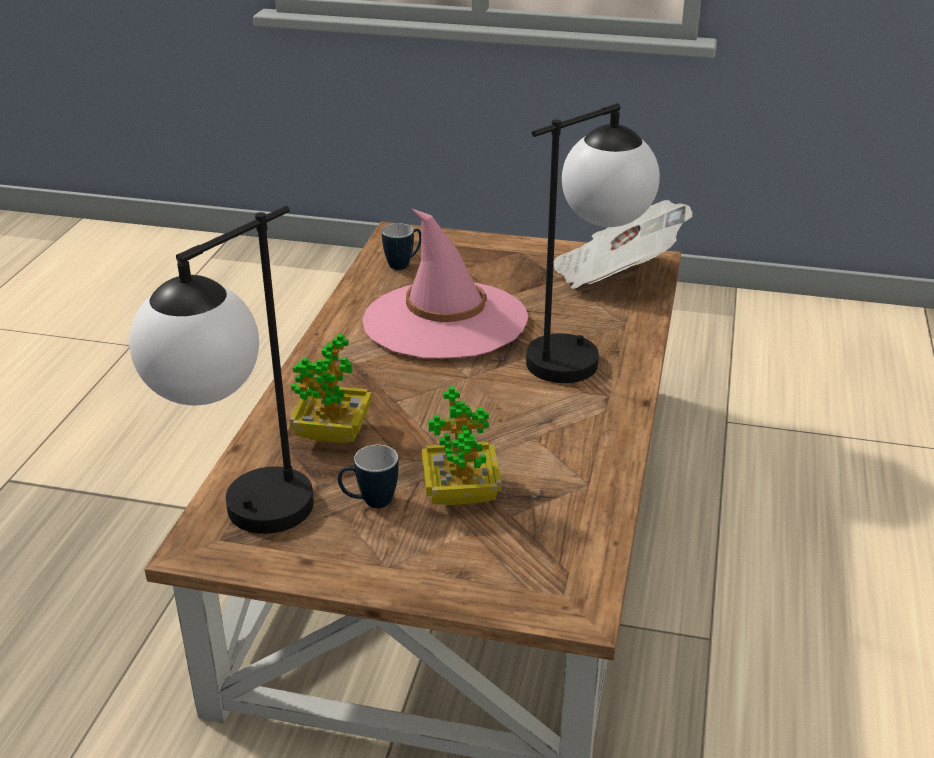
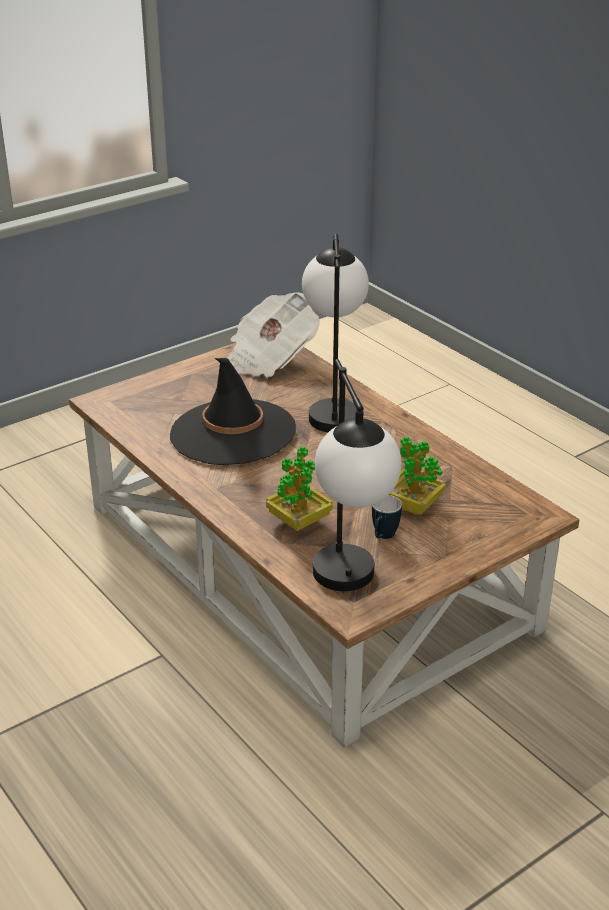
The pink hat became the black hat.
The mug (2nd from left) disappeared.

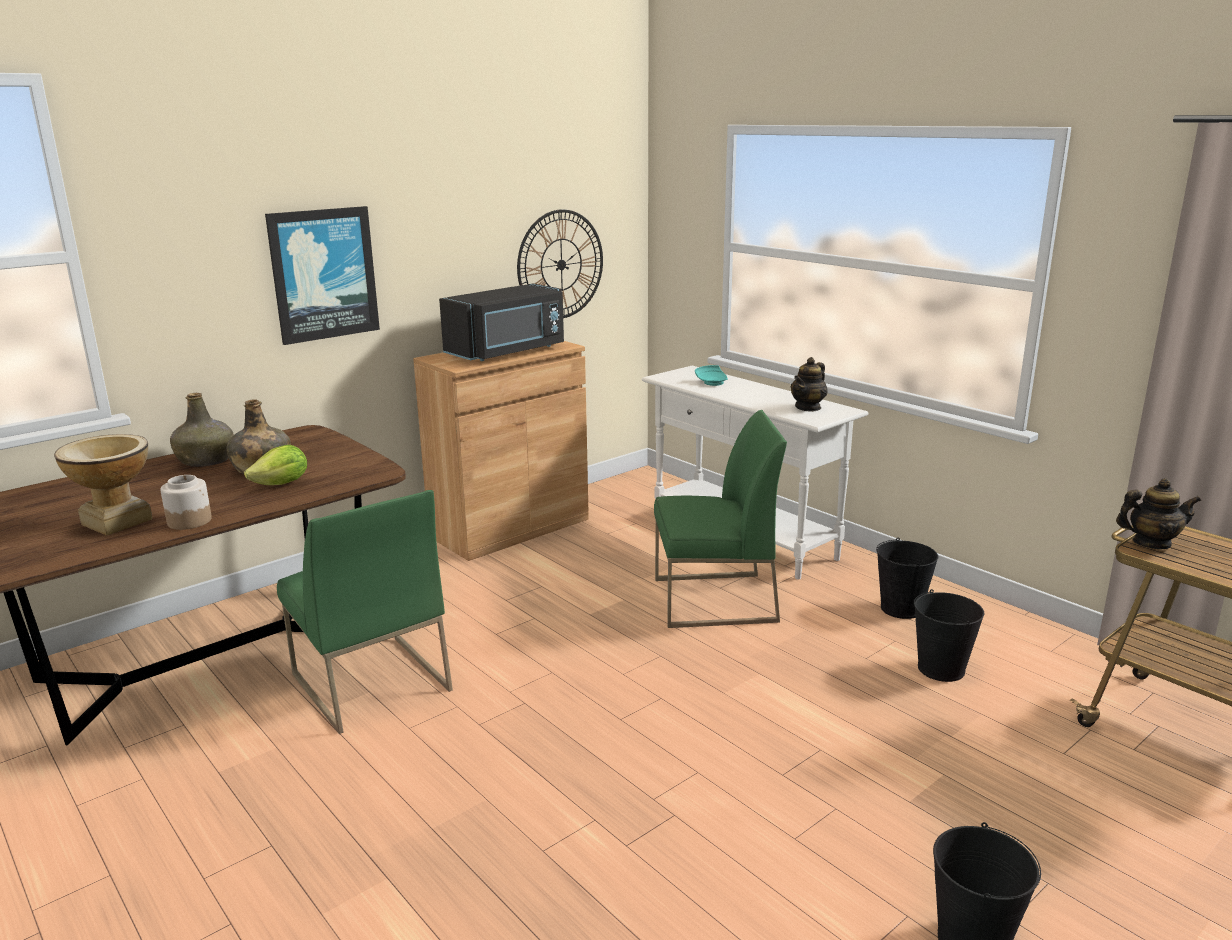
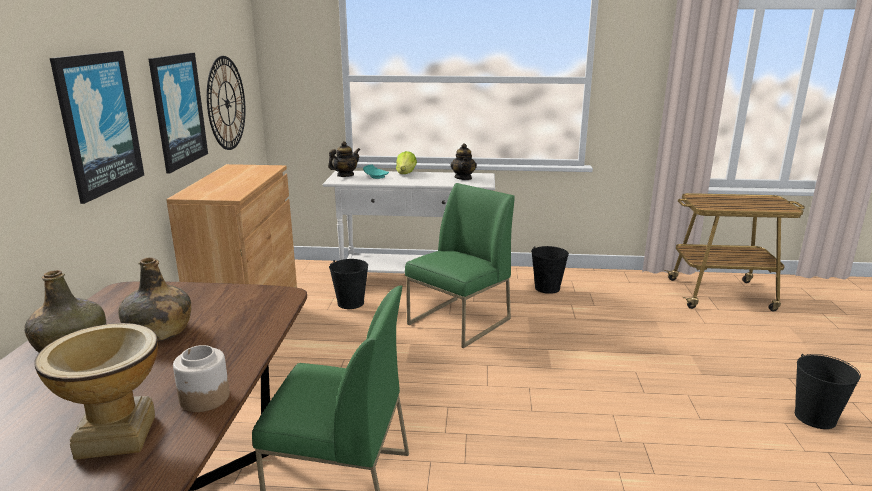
The lettuce moved.
The black microwave disappeared.
The black bucket (2nd from left in the first image) moved.
The teapot (2nd from left in the first image) moved.
The picture (2nd from left) appeared.

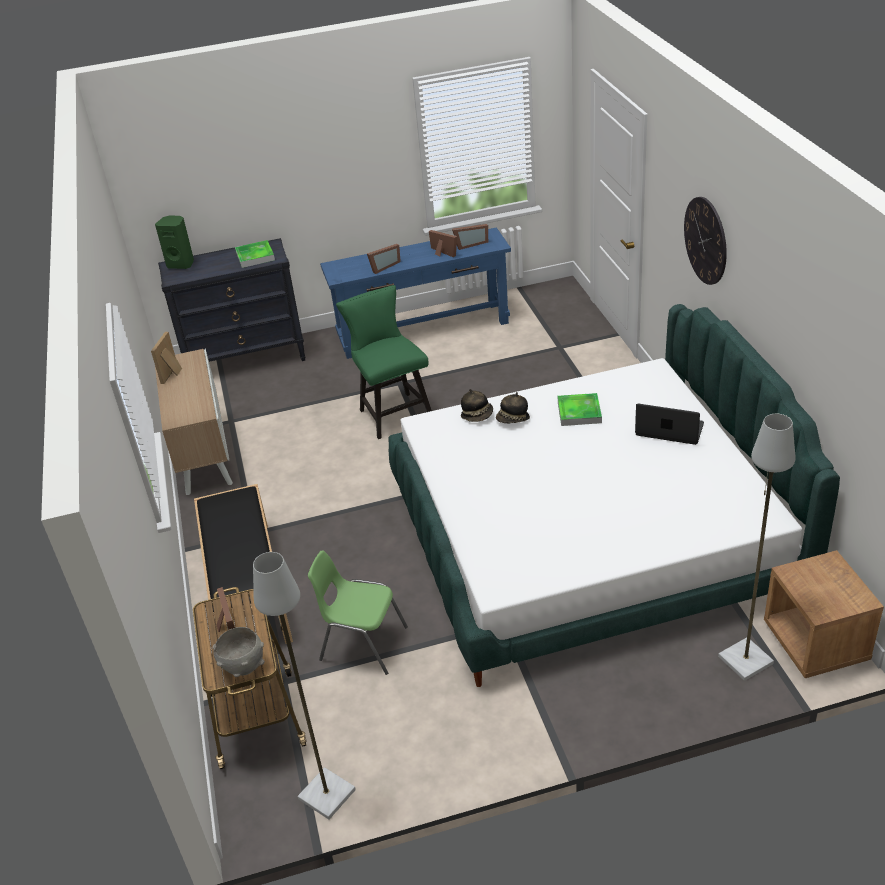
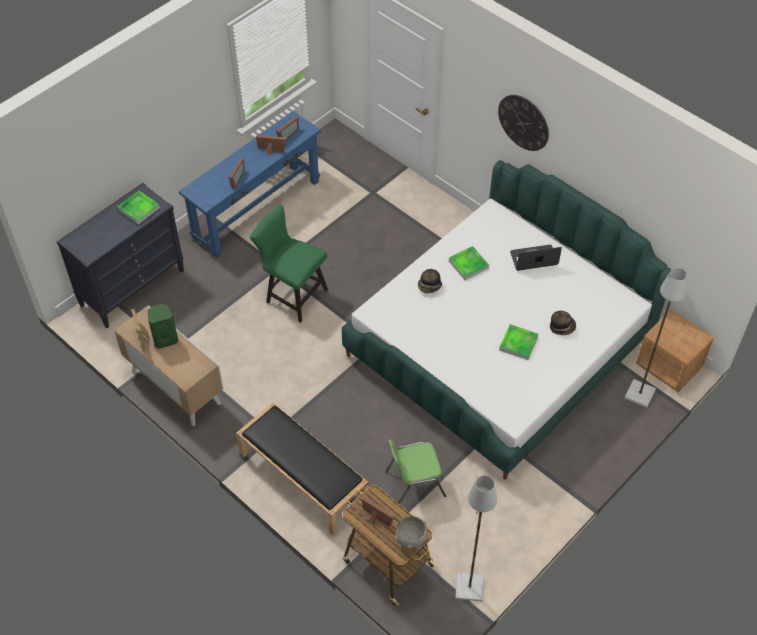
The green speaker moved.
The hat (1st from left in the first image) moved.
The tray (3rd from left) appeared.

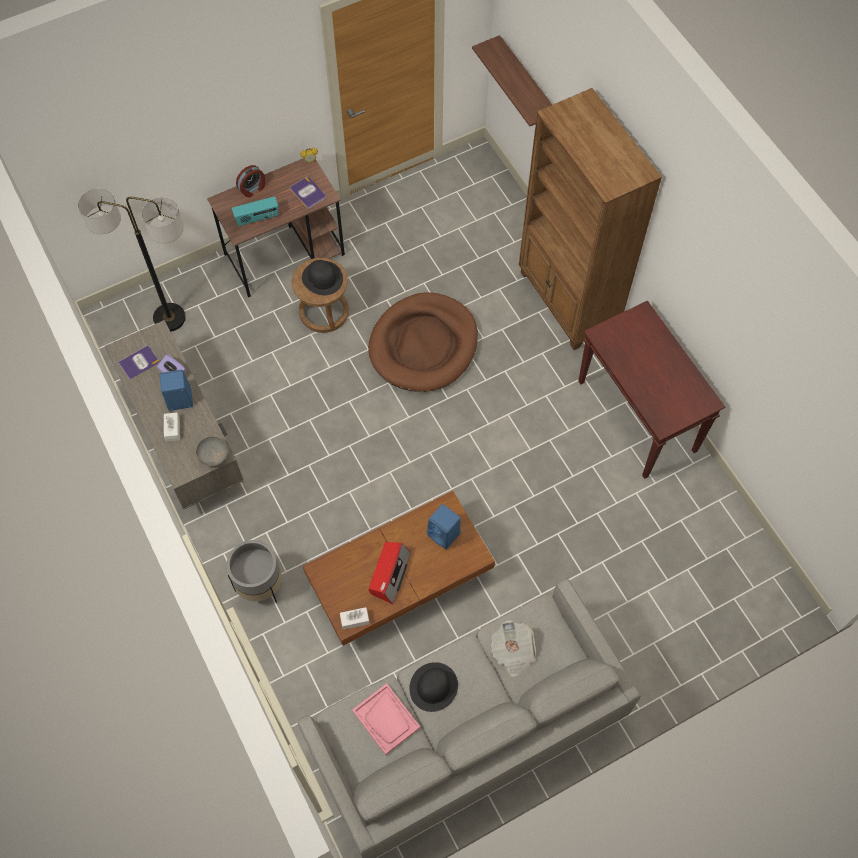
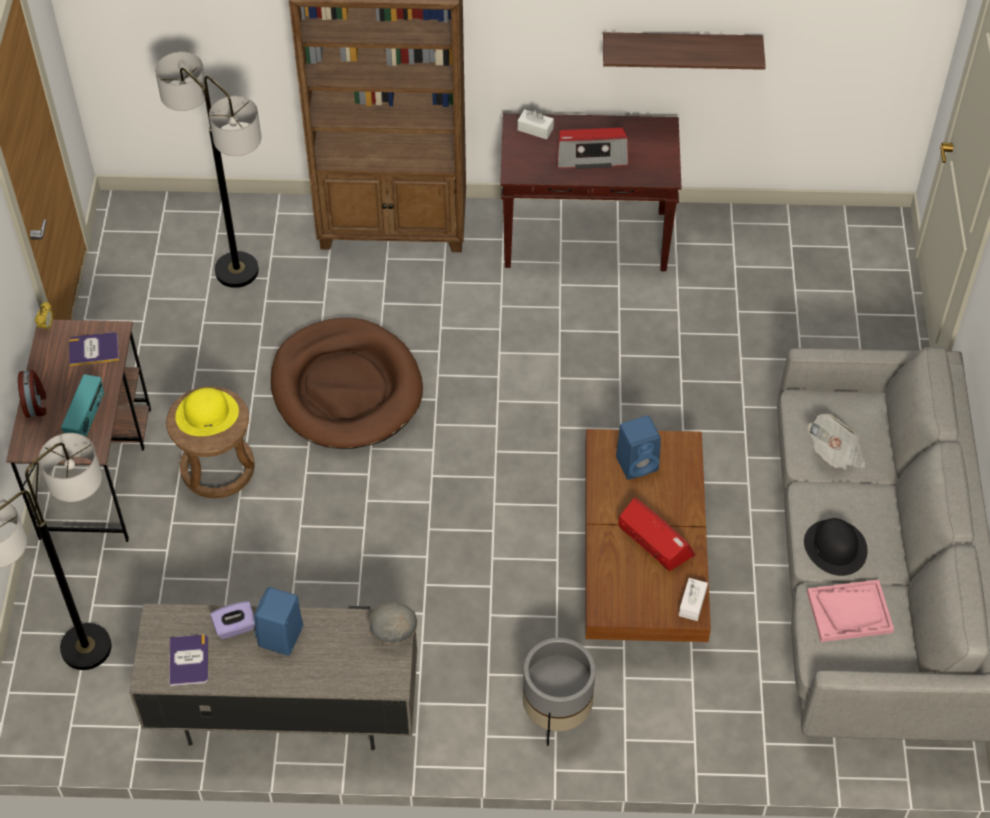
The white tissue box (1st from left) moved.
The black hat (1st from left) became the yellow hat.
The shelf moved.
The floor lamp (2nd from left) appeared.
The radio (2nd from left) appeared.

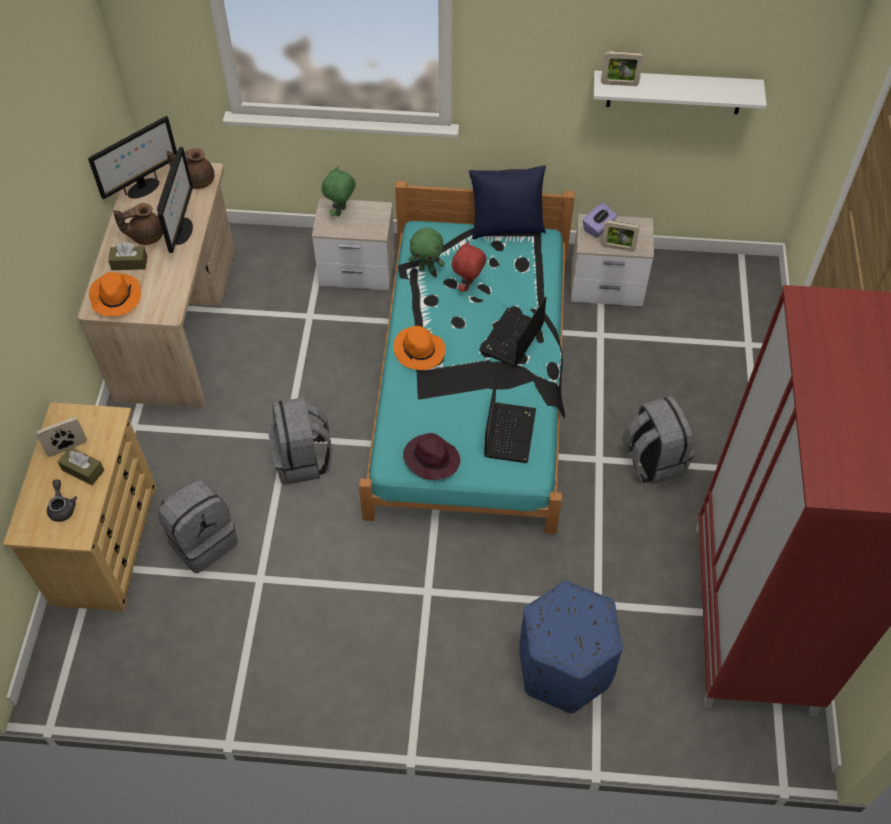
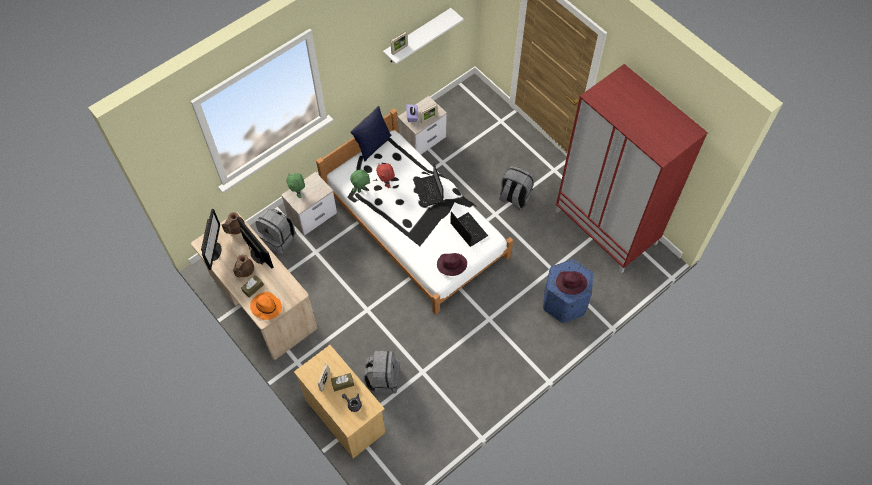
The grey backpack (2nd from left in the first image) moved.
The turquoise bed became the white bed.
The orange hat (2nd from left) disappeared.
The purple hat (2nd from left) appeared.

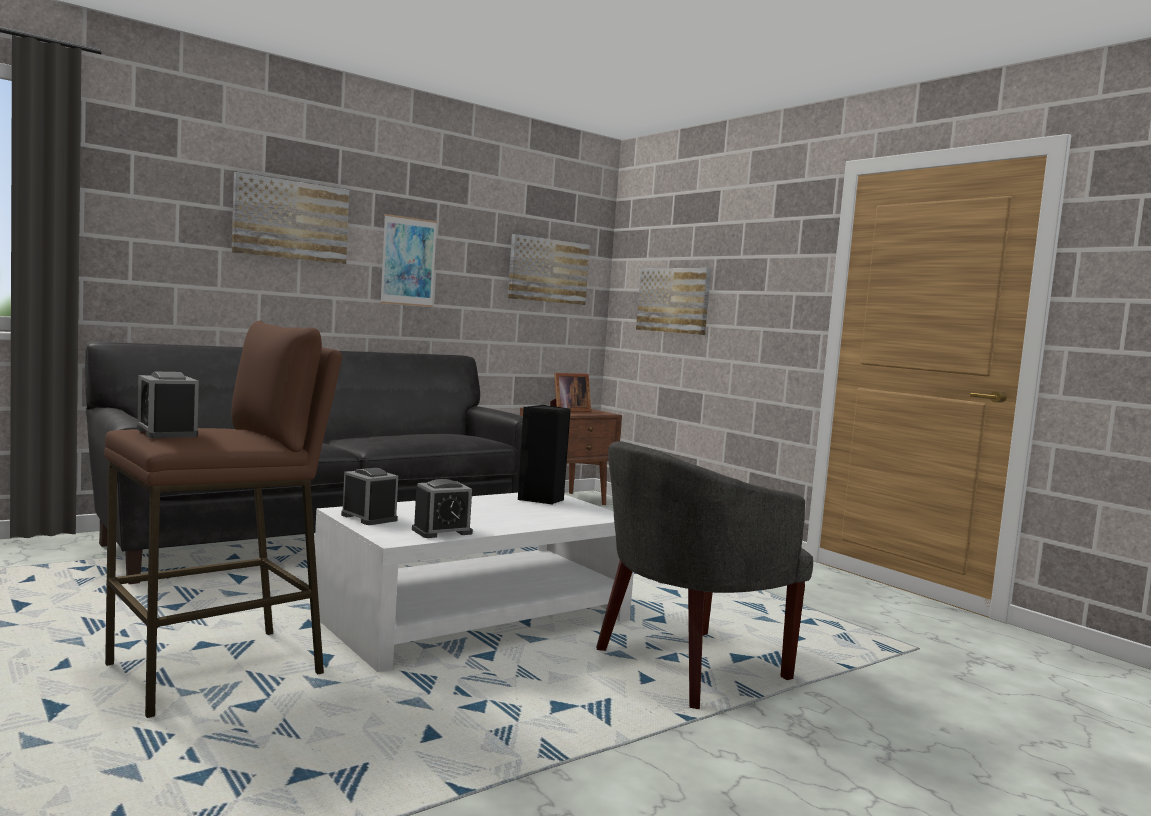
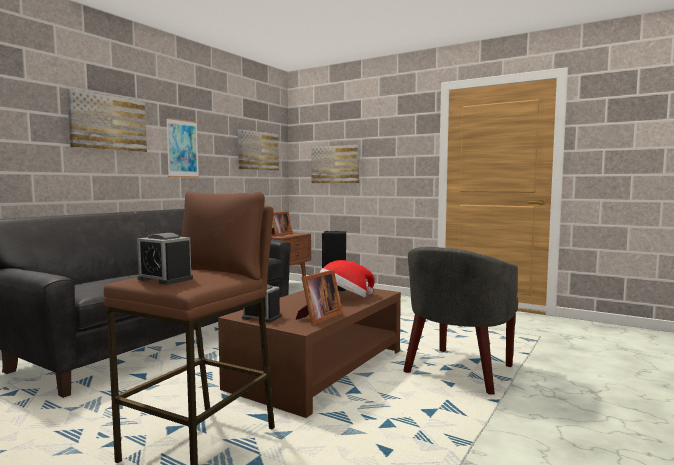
The white coffee table became the brown coffee table.
The alarm clock (3rd from left) was replaced by the picture frame (2nd from left).
The hat appeared.

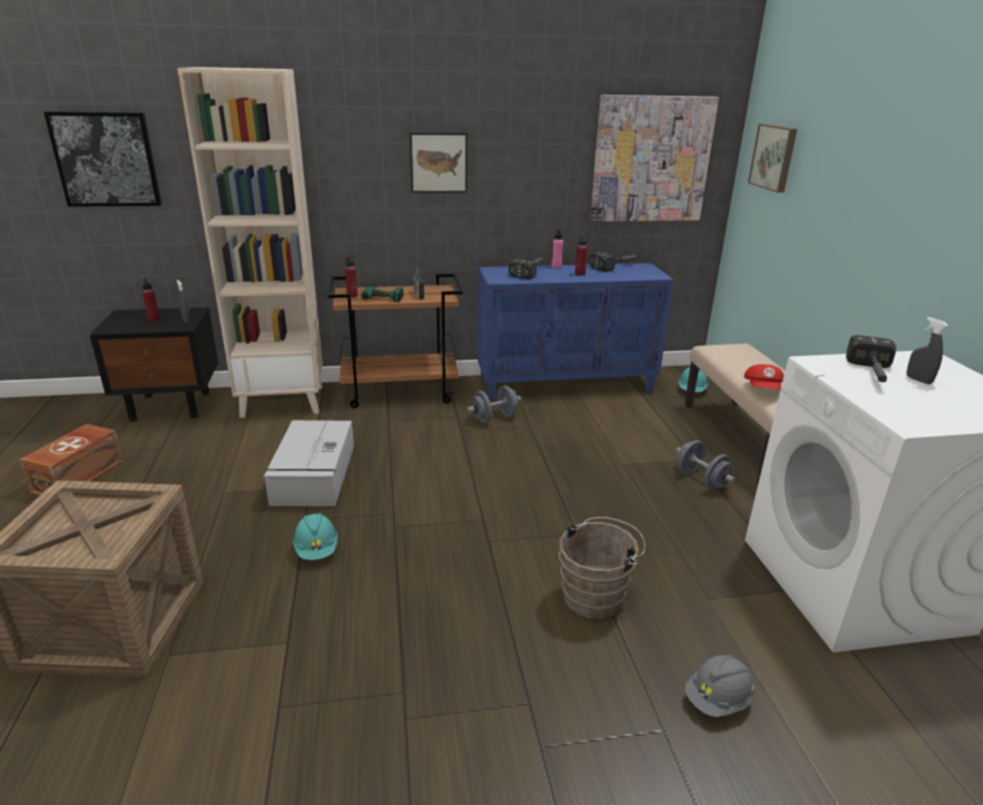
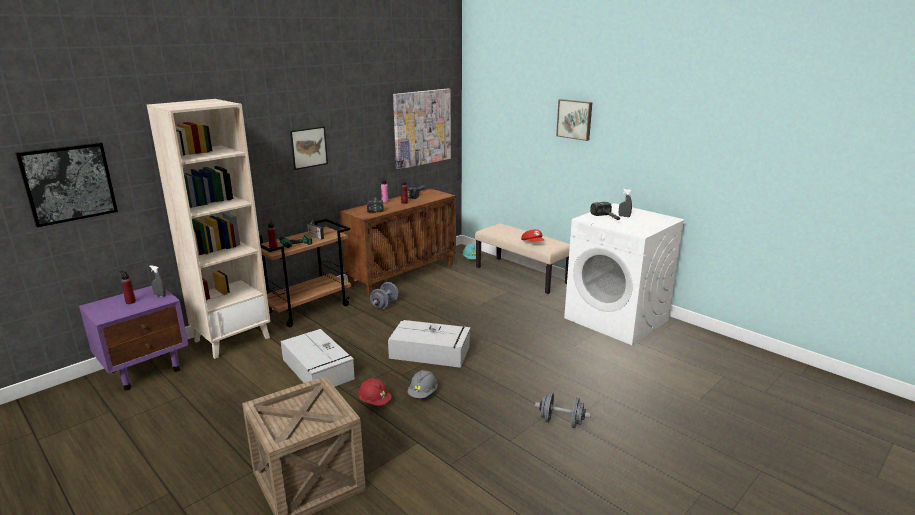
The brown storage box disappeared.
The black nightstand became the purple nightstand.
The turquoise hard hat (1st from left) became the red hard hat.
The blue cabinet became the brown cabinet.
The brown bucket disappeared.
The grey dumbbell (2nd from left) moved.
The grey hard hat moved.
The picture (4th from left) moved.
The grey storage box (2nd from left) appeared.

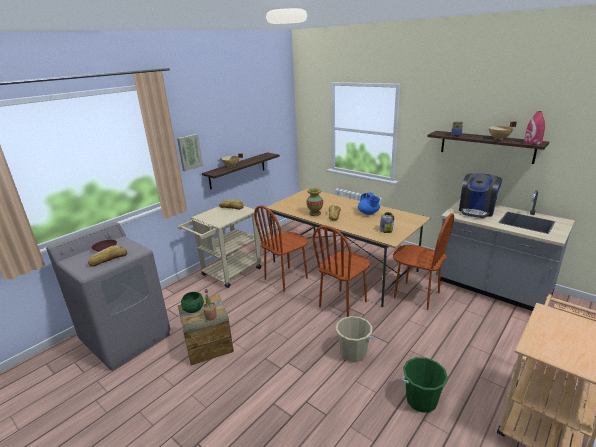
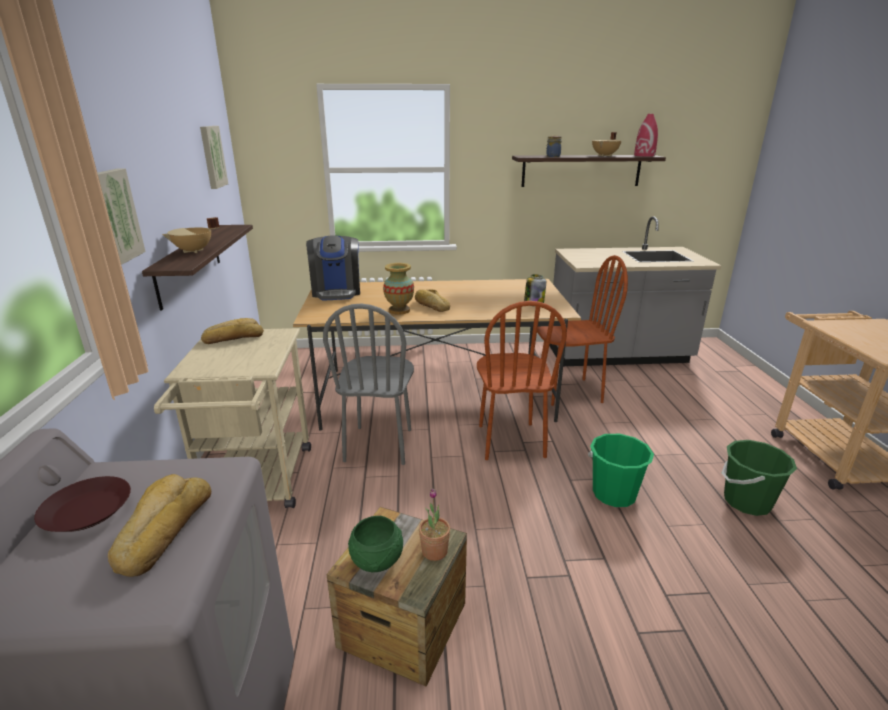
The brown chair (1st from left) became the grey chair.
The beige bucket became the green bucket (1st from left).
The blue teapot disappeared.
The coffee machine moved.
The picture (2nd from left) appeared.

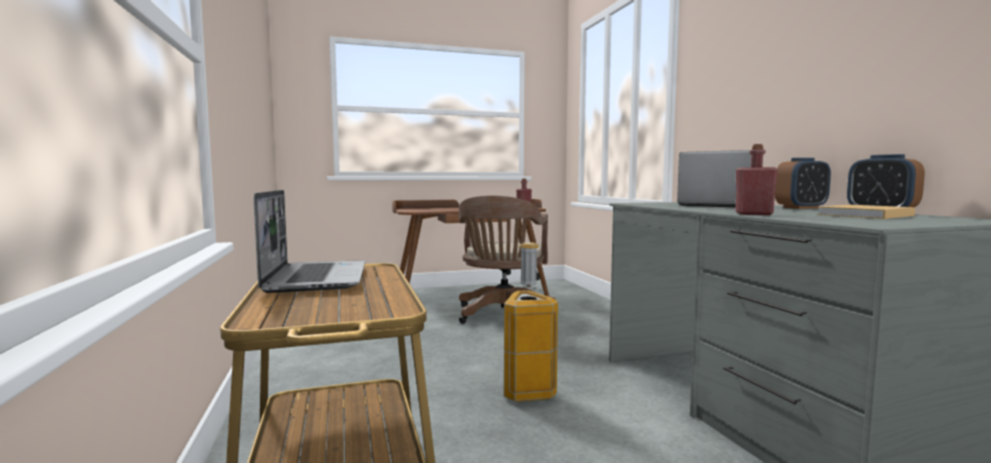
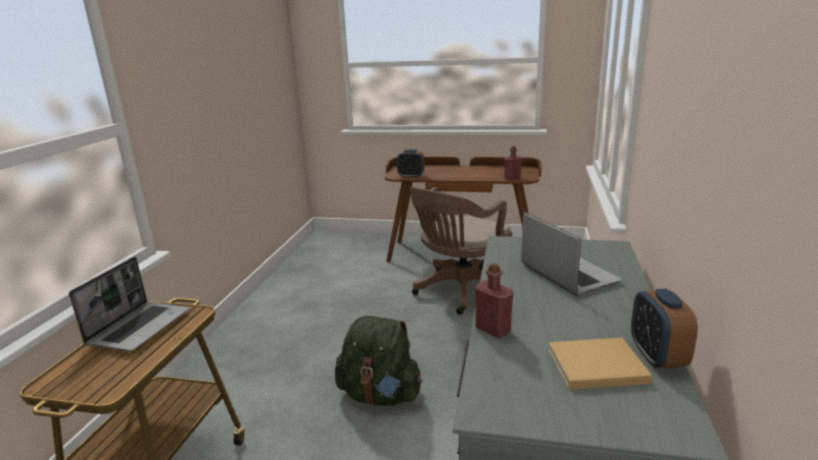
The trash can was replaced by the green backpack.
The alarm clock (1st from left) moved.

